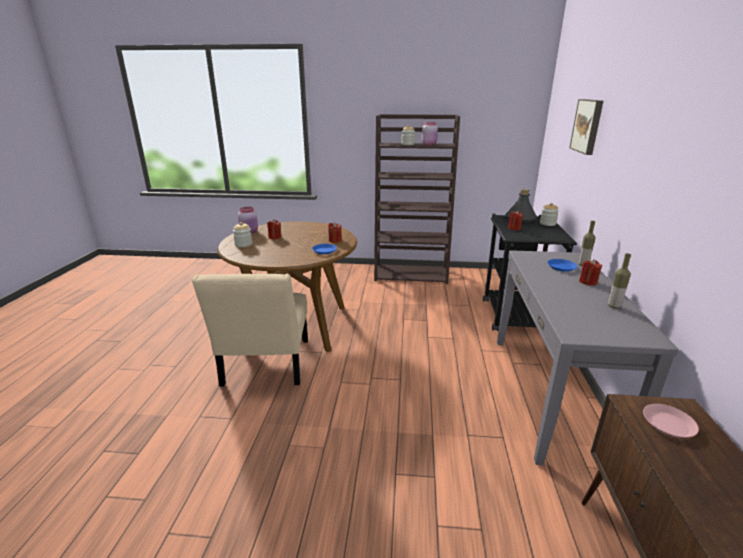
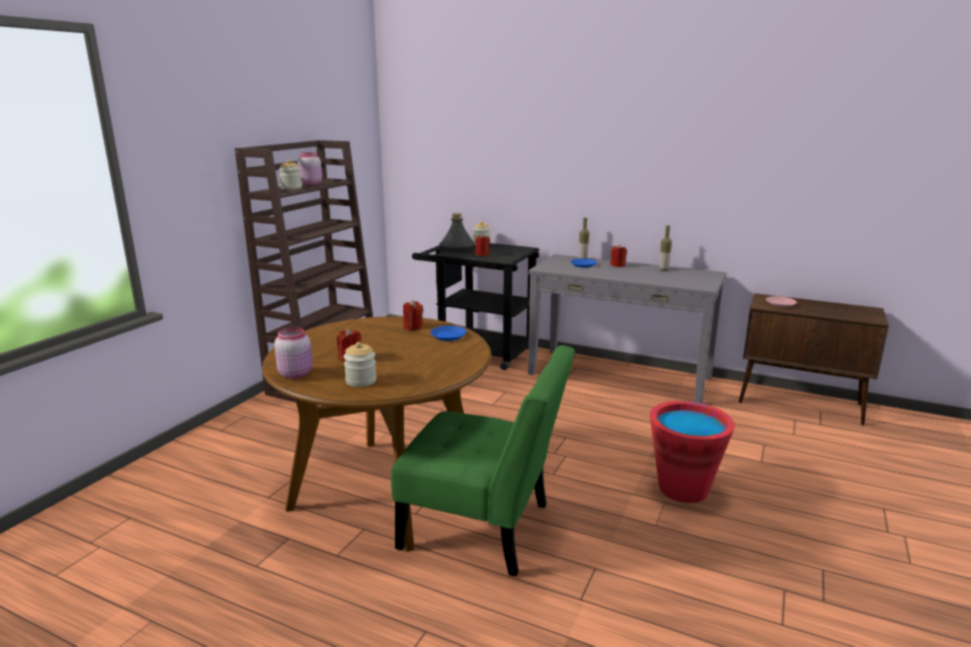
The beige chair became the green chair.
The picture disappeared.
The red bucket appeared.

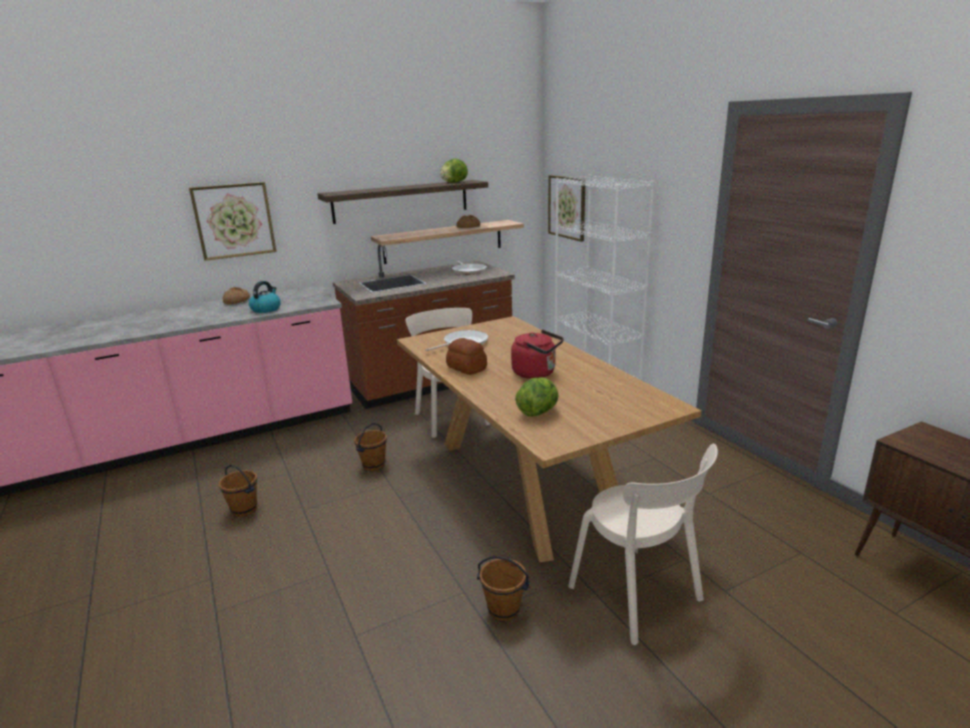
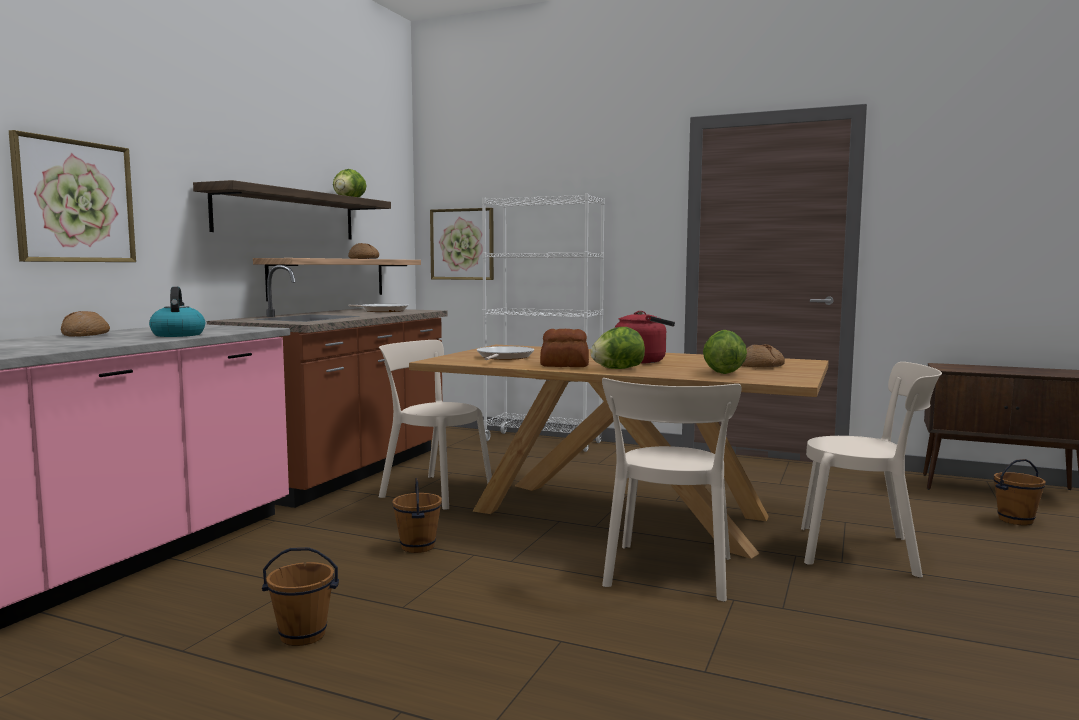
The brown bucket (3rd from left) moved.
The lettuce (2nd from left) appeared.
The beige chair (2nd from left) appeared.
The bread (4th from left) appeared.

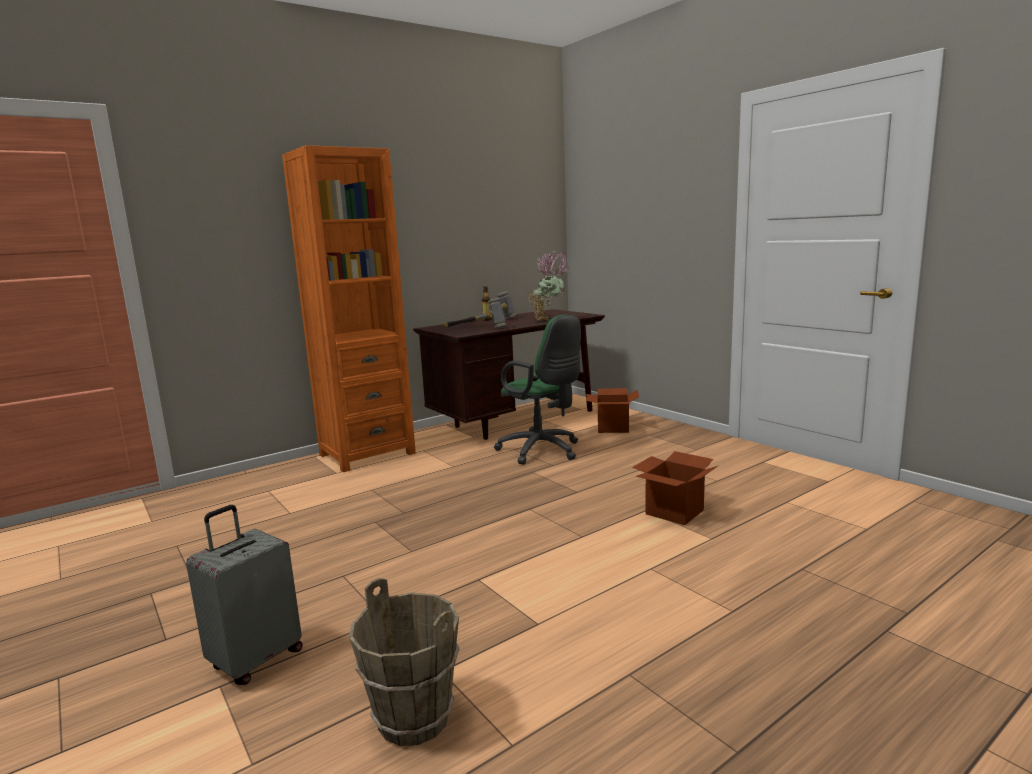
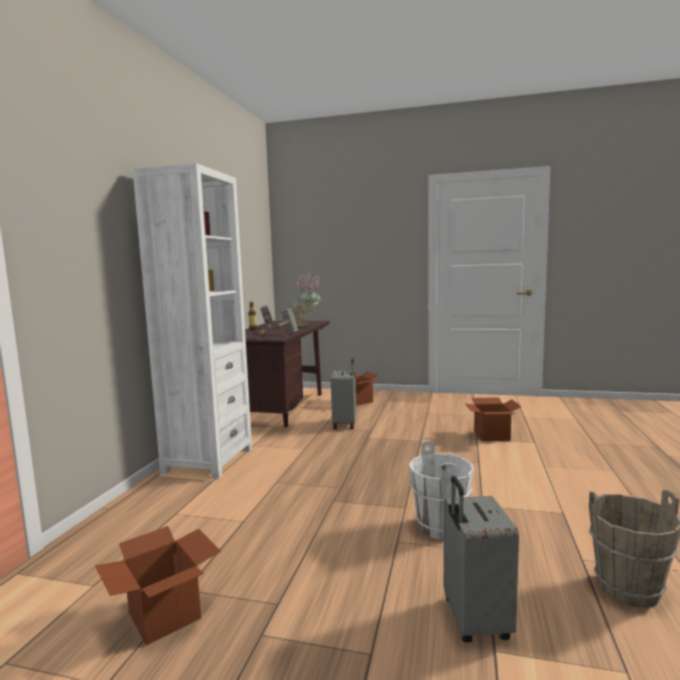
The orange bookcase became the white bookcase.
The green office chair was replaced by the grey suitcase (1st from left).
The cardboard box (1st from left) appeared.
The white bucket appeared.

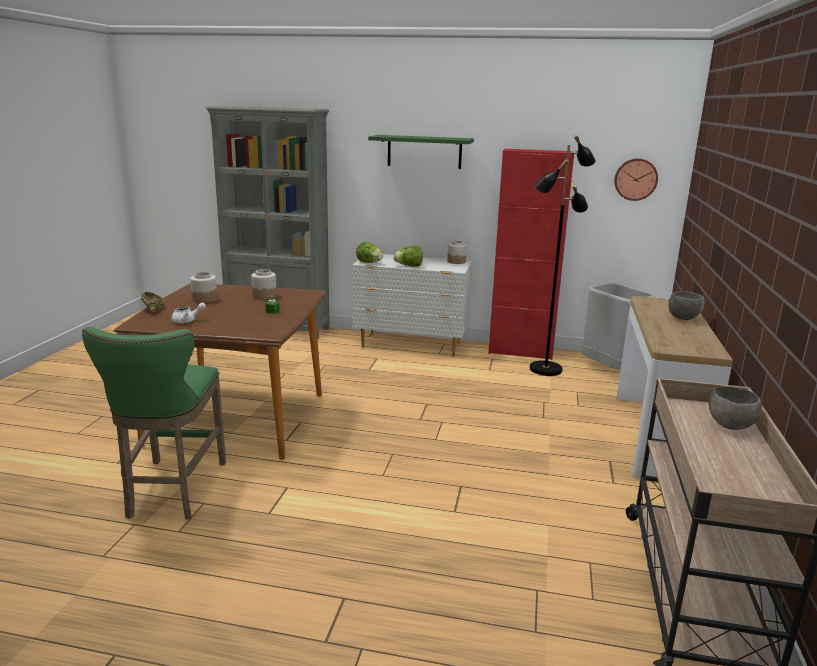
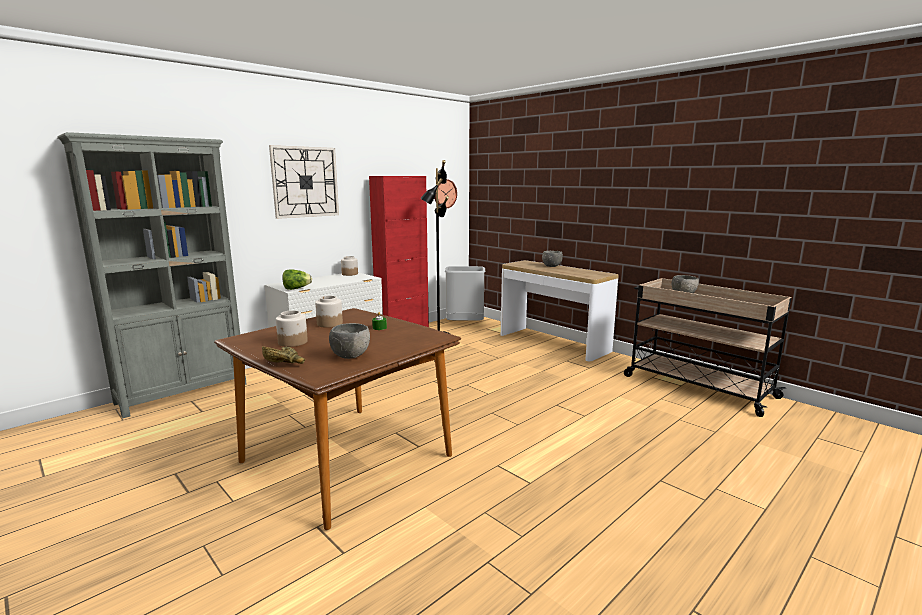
The green stool disappeared.
The white teapot was replaced by the grey bowl (1st from left).
The green shelf was replaced by the wall clock (1st from left).
The lettuce (2nd from left) disappeared.

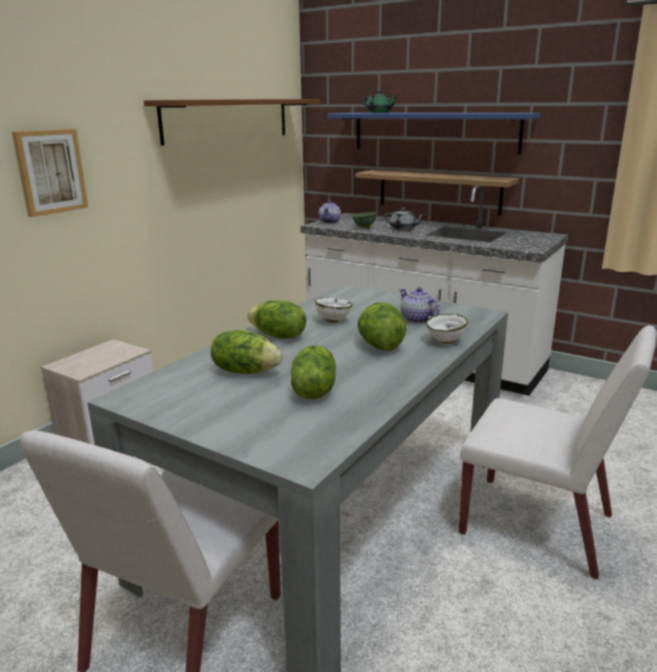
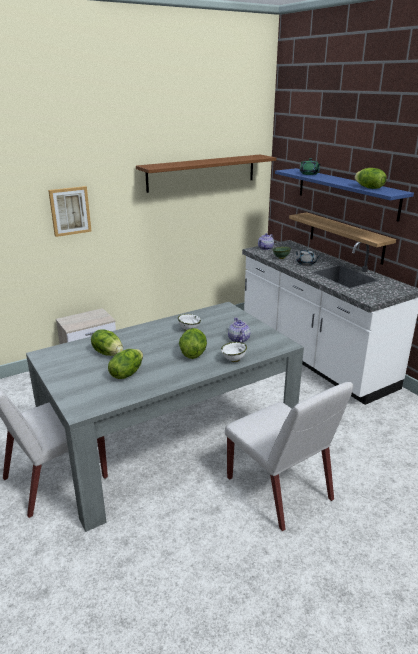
The lettuce (2nd from left in the first image) moved.

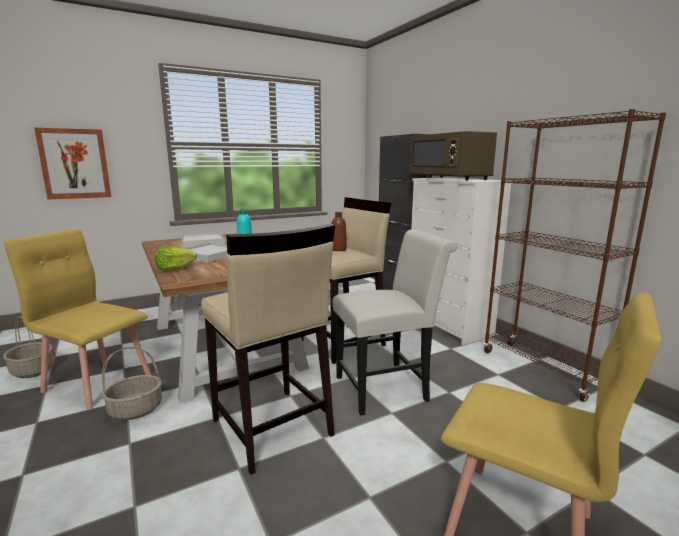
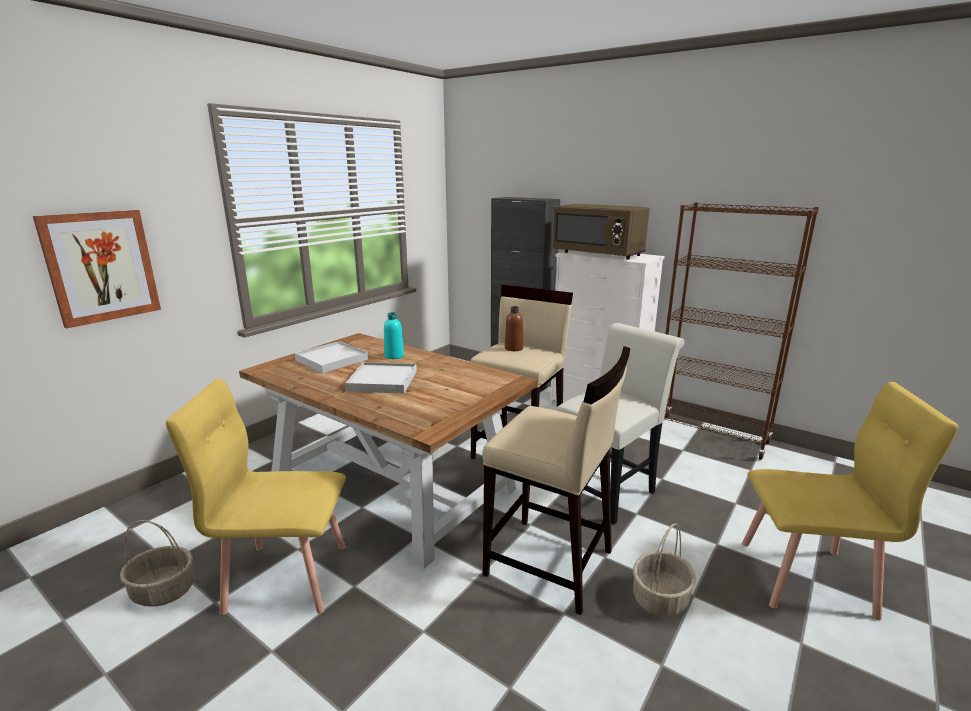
The basket (2nd from left) moved.
The lettuce disappeared.

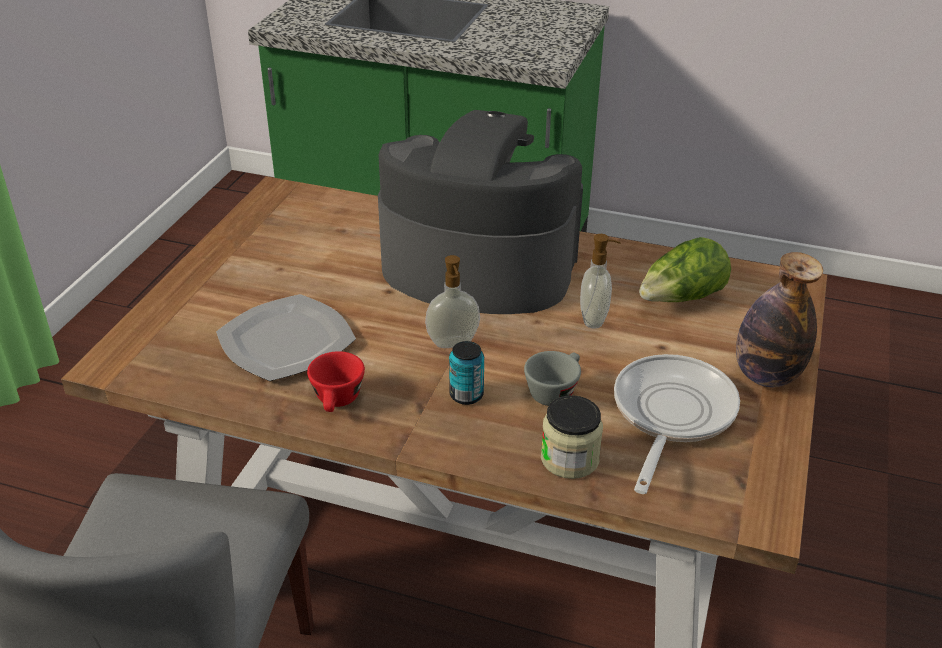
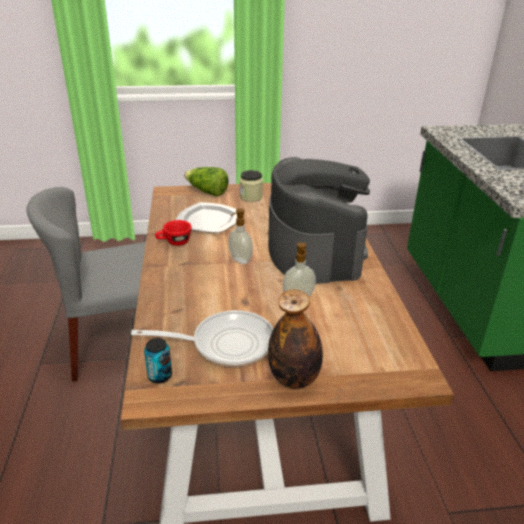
The can moved.
The grey cup disappeared.
The jar moved.
The lettuce moved.

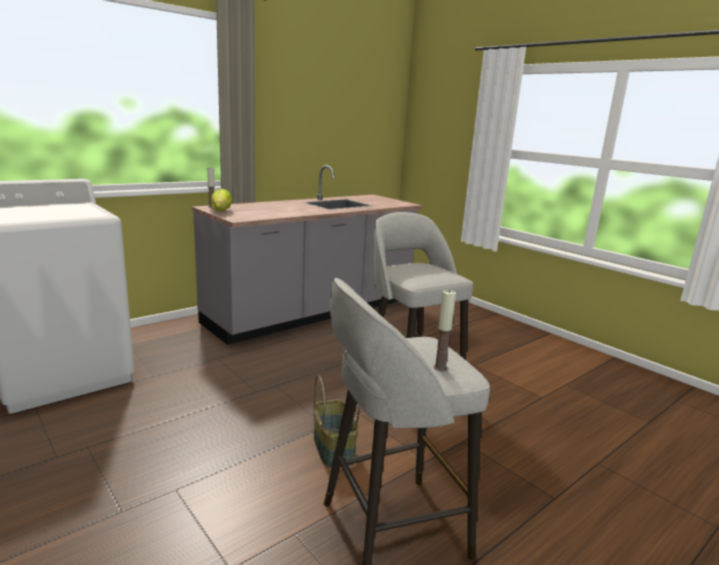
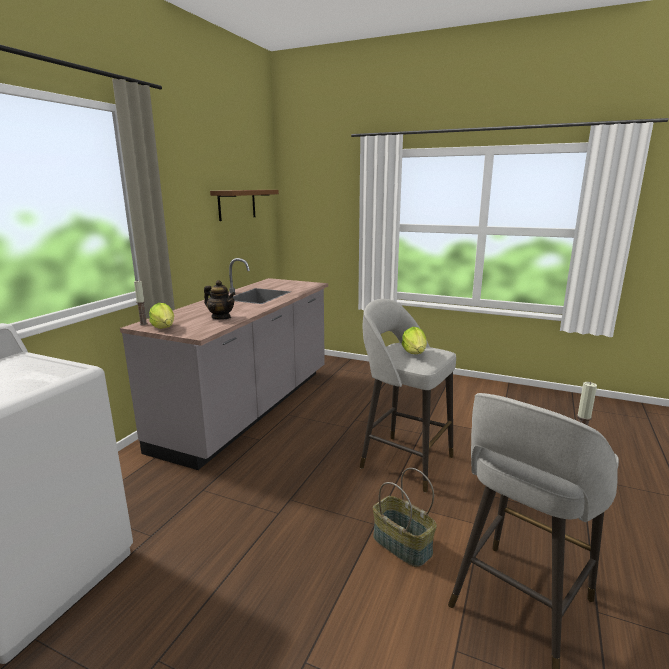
The teapot appeared.
The brown shelf appeared.
The lettuce (2nd from left) appeared.

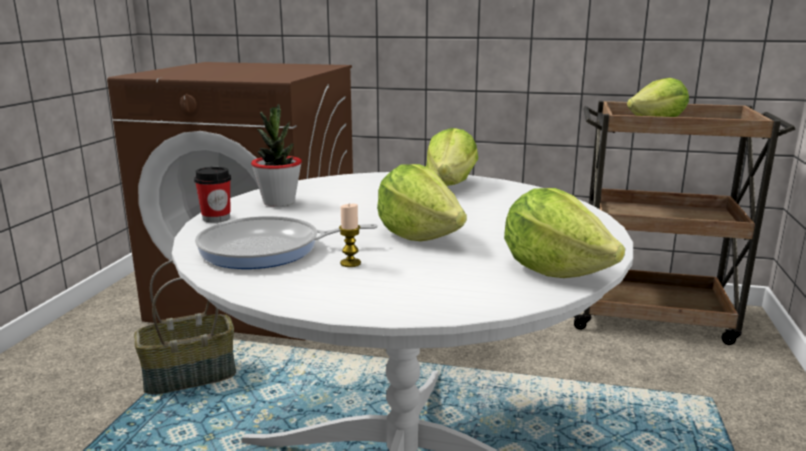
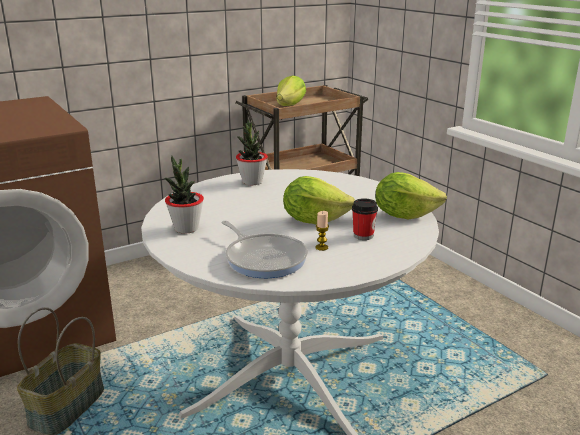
The cup moved.
The frying pan turned 75 degrees counterclockwise.
The lettuce (2nd from left) was replaced by the potted plant (2nd from left).

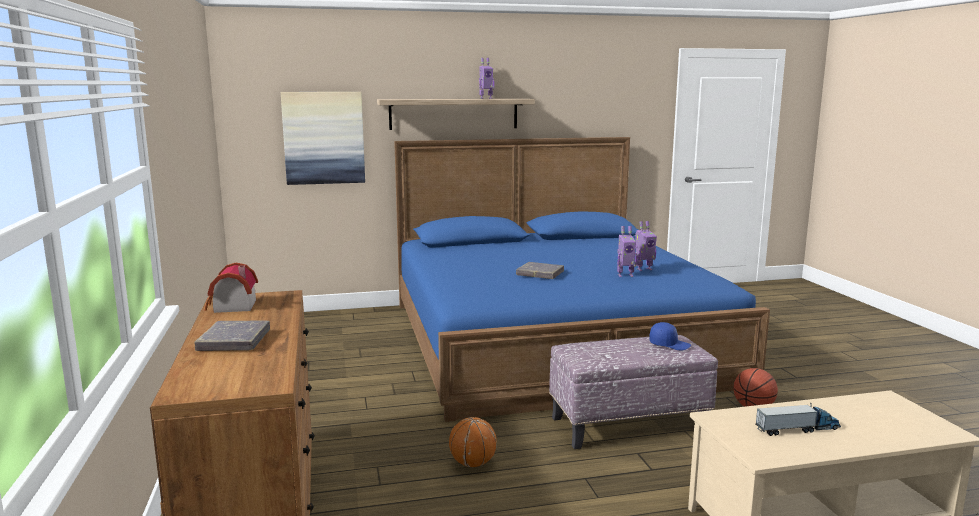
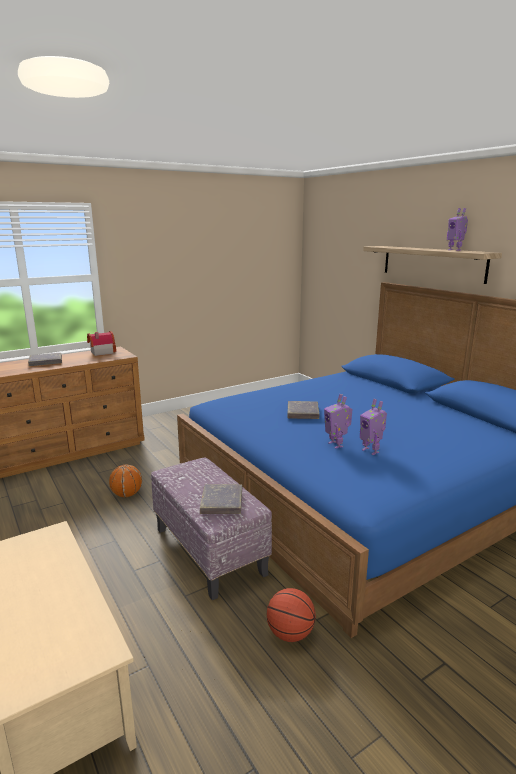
The picture disappeared.
The blue cap was replaced by the grey book (2nd from left).
The toy truck disappeared.

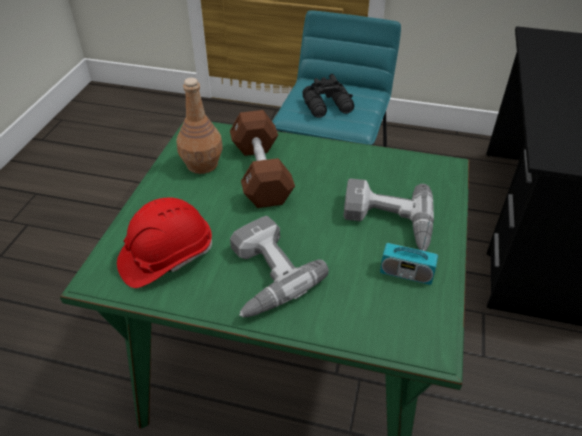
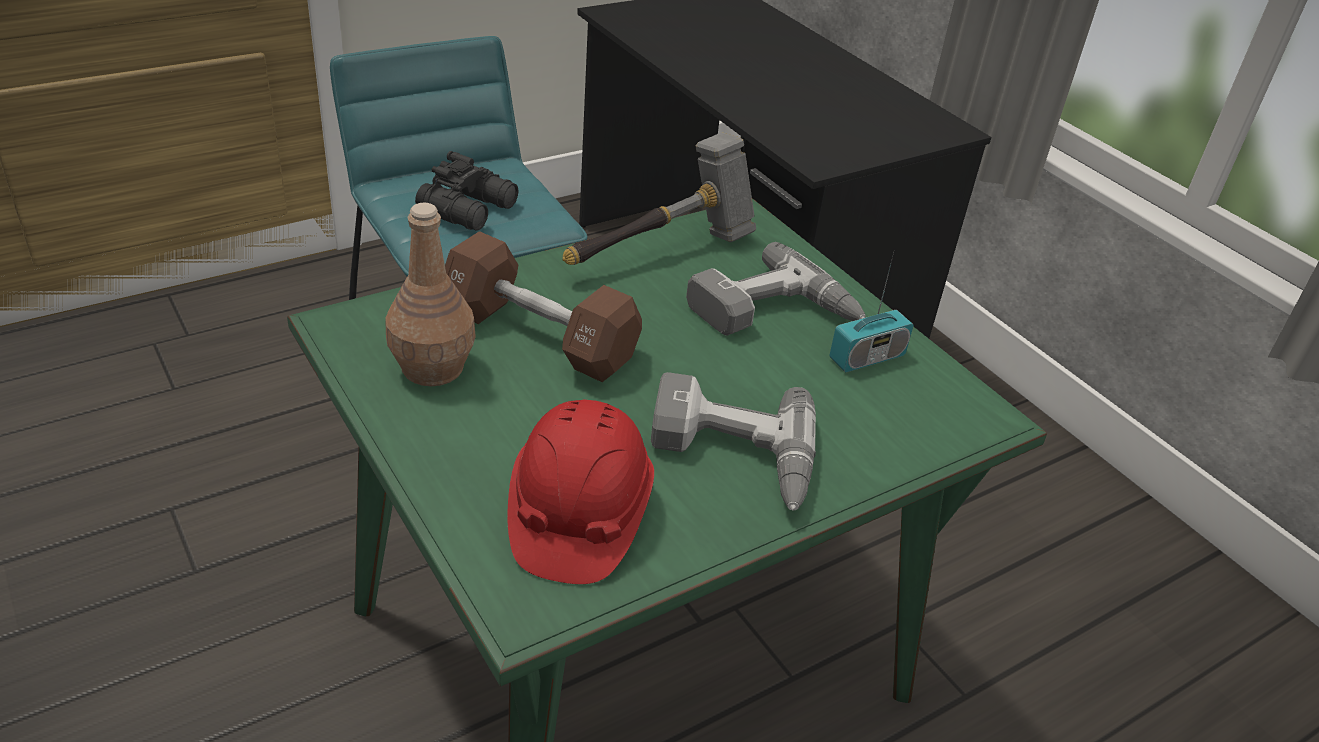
The hammer appeared.

